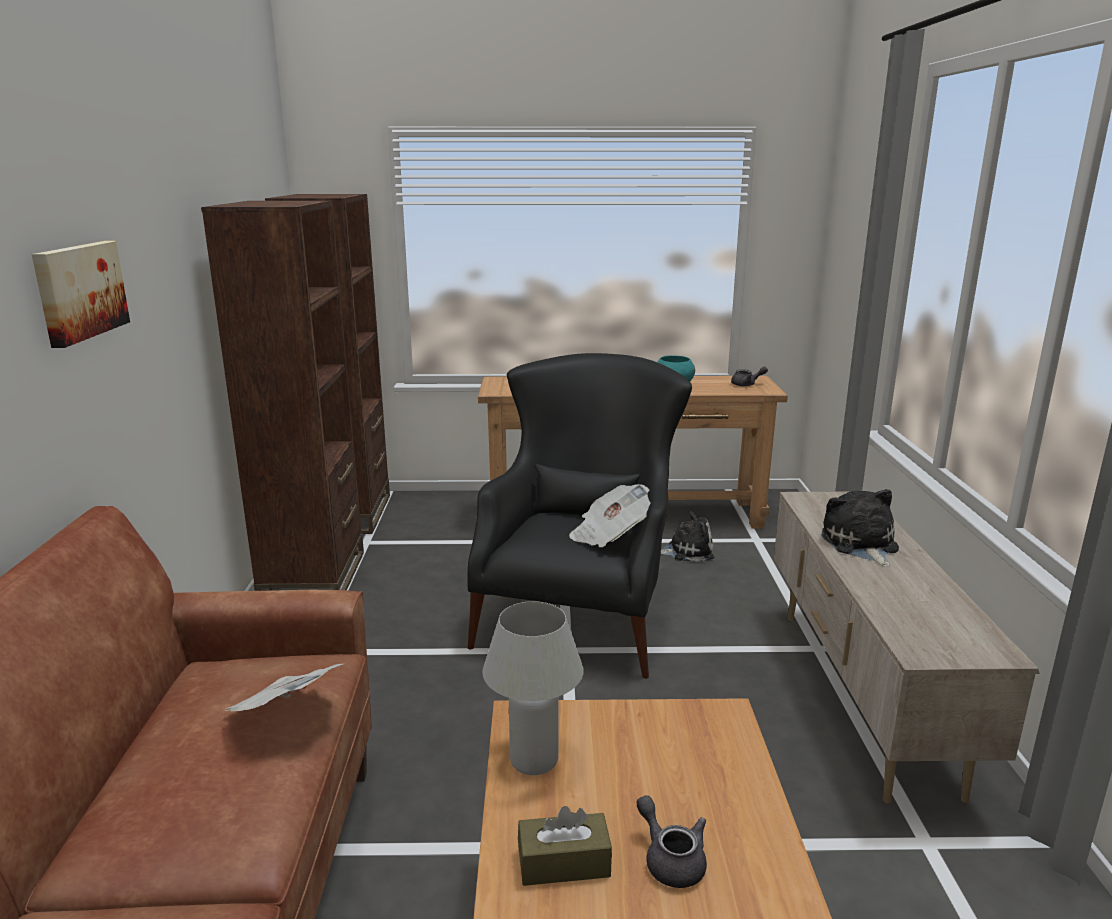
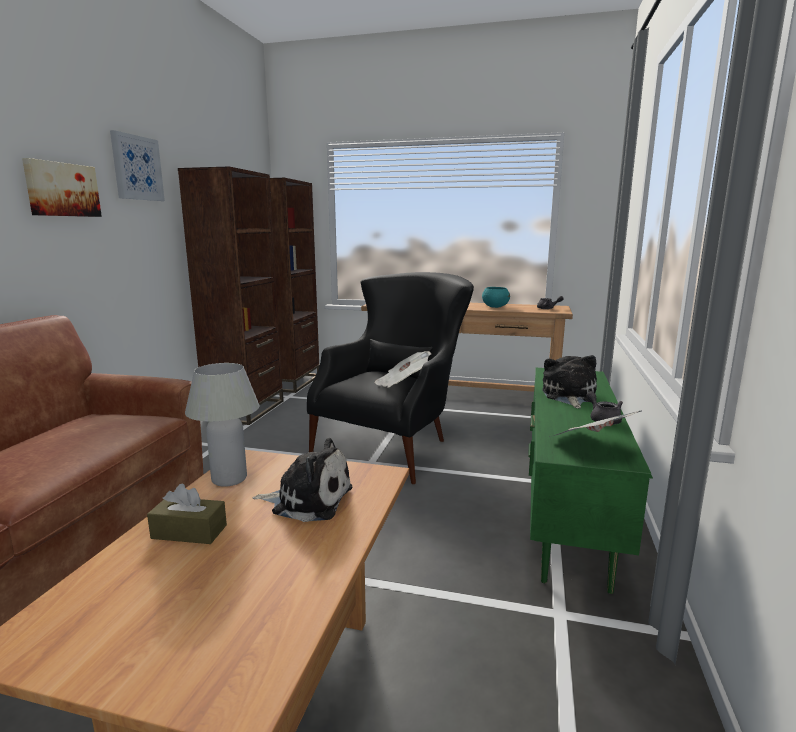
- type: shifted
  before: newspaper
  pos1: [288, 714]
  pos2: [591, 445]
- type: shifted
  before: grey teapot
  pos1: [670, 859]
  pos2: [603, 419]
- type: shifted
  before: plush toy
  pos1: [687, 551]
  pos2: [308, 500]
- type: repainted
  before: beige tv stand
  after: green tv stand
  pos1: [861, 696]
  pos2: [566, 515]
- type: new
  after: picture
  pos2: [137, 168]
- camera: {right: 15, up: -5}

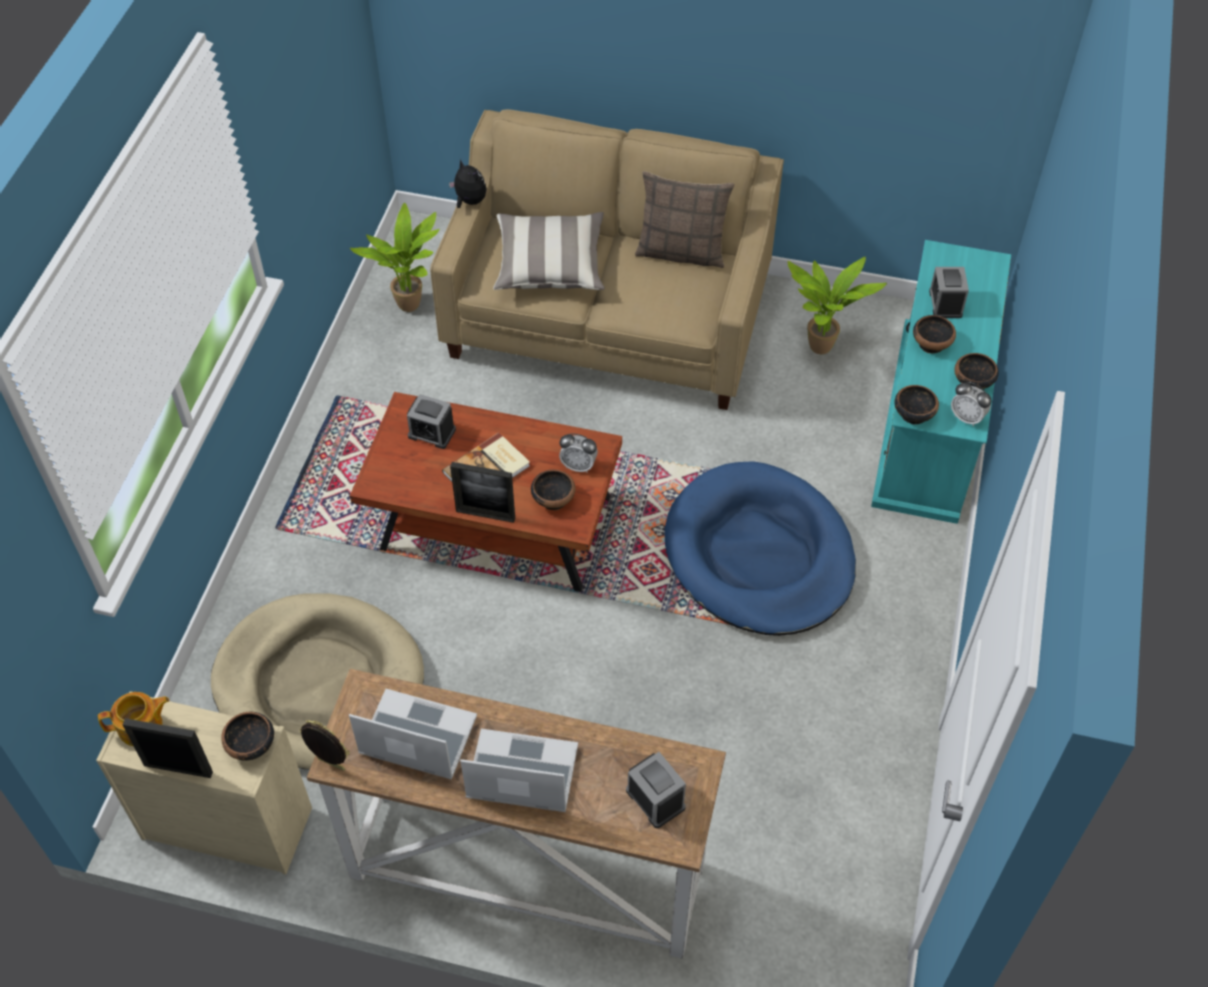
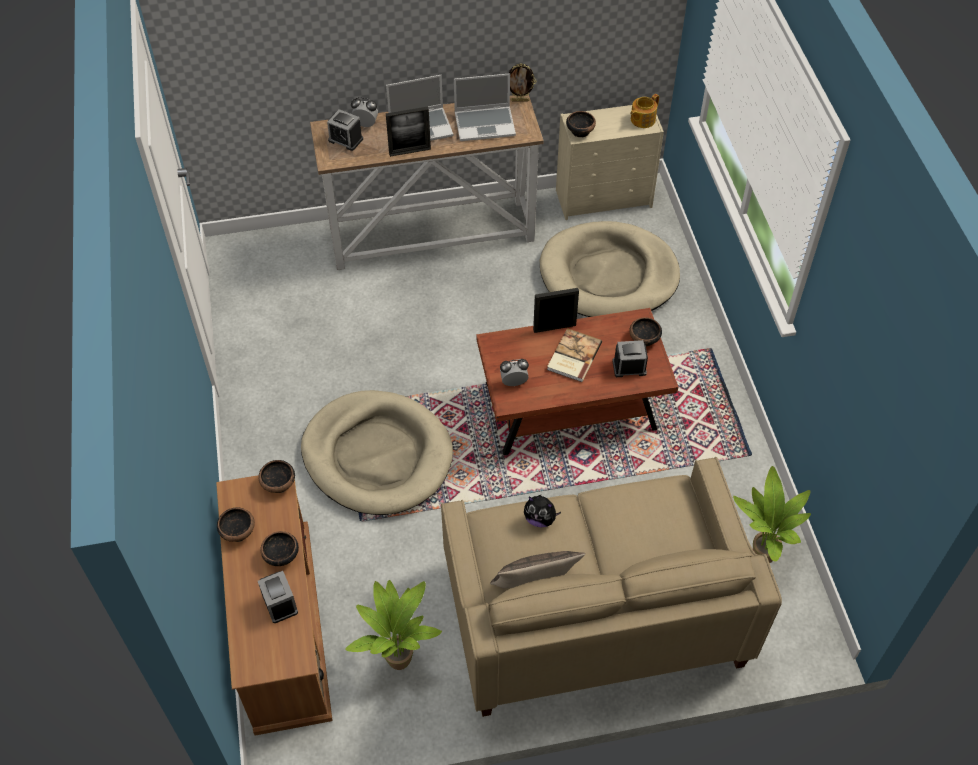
- type: shifted
  before: picture frame
  pos1: [178, 769]
  pos2: [410, 151]
- type: shifted
  before: plush toy
  pos1: [469, 201]
  pos2: [540, 519]
- type: gone
  before: pillow
  pos1: [550, 265]
- type: shifted
  before: bowl
  pos1: [553, 498]
  pos2: [644, 339]
- type: repainted
  before: blue dog bed
  after: beige dog bed
  pos1: [759, 554]
  pos2: [377, 456]
- type: repainted
  before: turquoise tv stand
  after: brown tv stand
  pos1: [931, 421]
  pos2: [281, 623]
- type: shifted
  before: alarm clock
  pos1: [967, 417]
  pos2: [365, 124]
- camera: {right: 155, up: 0}

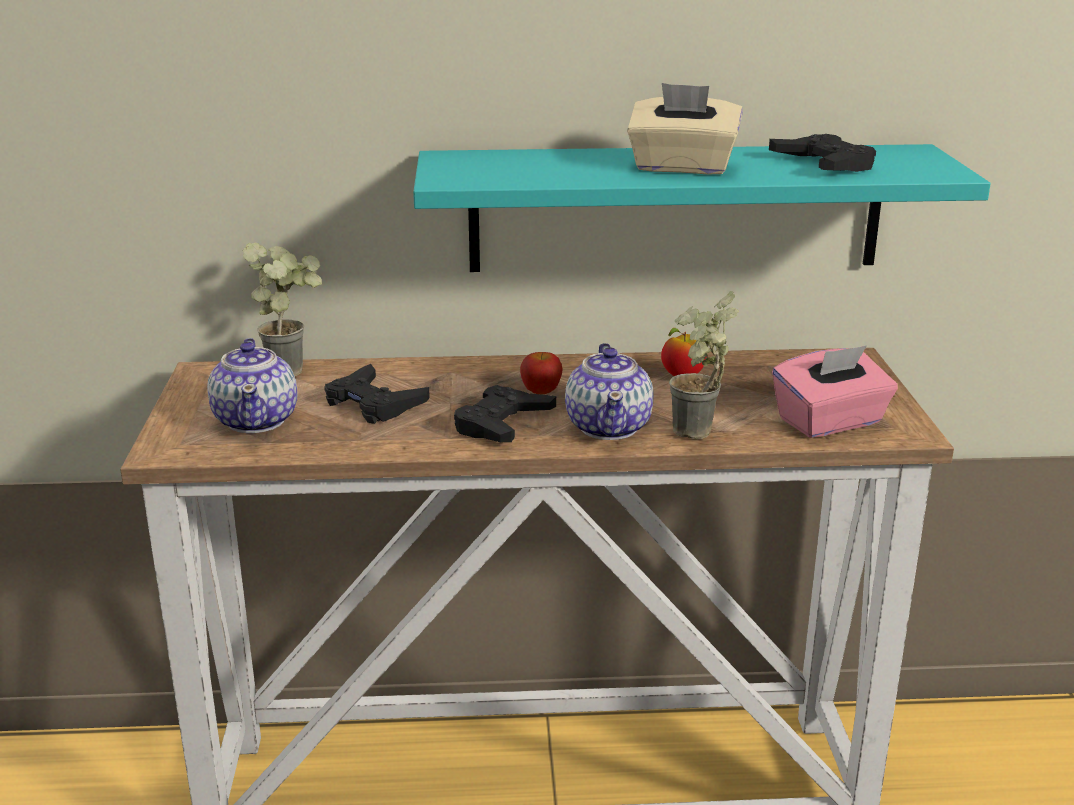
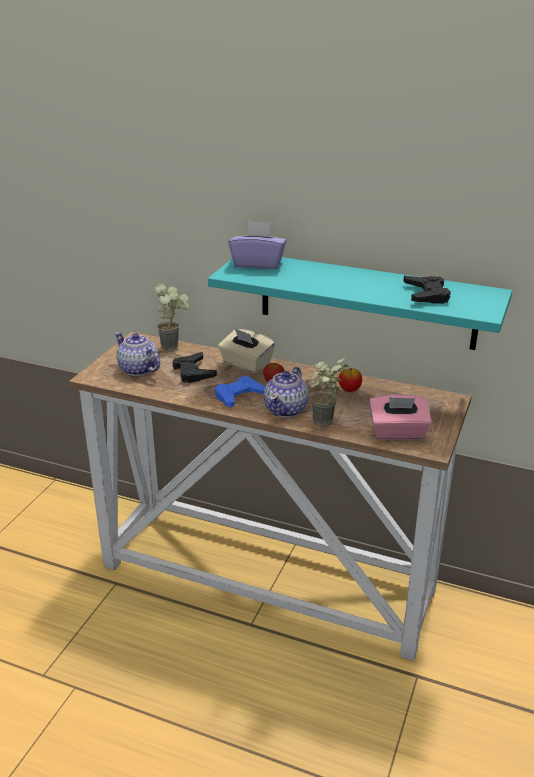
- type: rotated
  before: teapot
  pos1: [257, 420]
  pos2: [138, 369]
  turn: 120
- type: repainted
  before: black game controller
  after: blue game controller
  pos1: [502, 423]
  pos2: [239, 396]
- type: shifted
  before: beige tissue box
  pos1: [682, 167]
  pos2: [246, 364]
- type: new
  after: purple tissue box
  pos2: [258, 264]
- camera: {right: 25, up: 5}

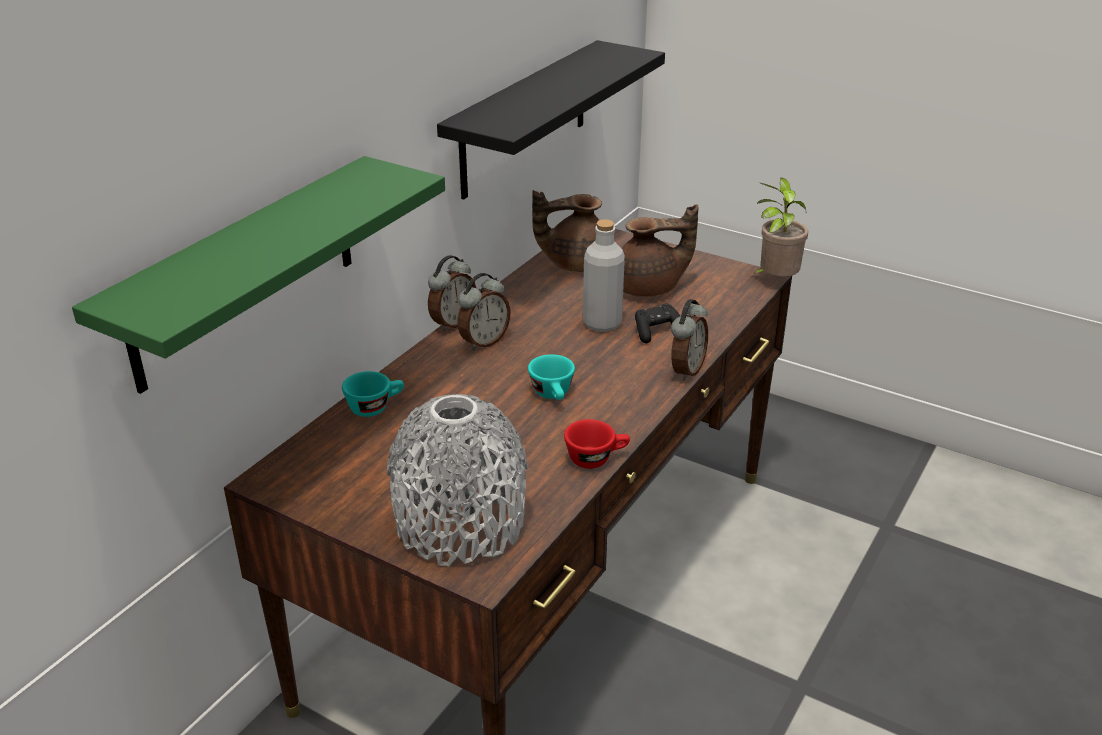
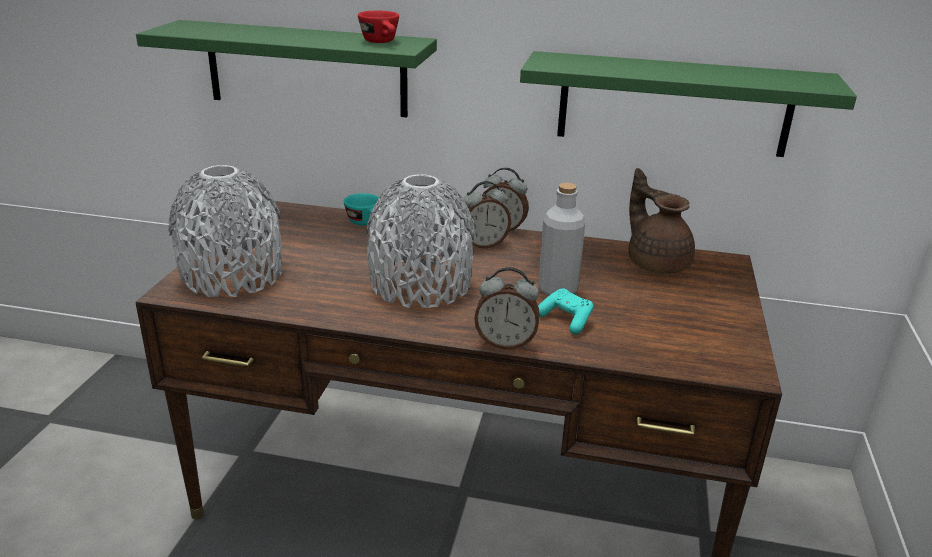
- type: repainted
  before: black shelf
  after: green shelf
  pos1: [524, 119]
  pos2: [673, 104]
- type: rotated
  before: alarm clock
  pos1: [483, 342]
  pos2: [483, 245]
  turn: -45
- type: swapped
  before: turquoise cup
  after: grey vase
  pos1: [553, 395]
  pos2: [420, 284]
- type: shifted
  before: red cup
  pos1: [596, 458]
  pos2: [382, 42]
- type: gone
  before: brown teapot
  pos1: [649, 288]
- type: repainted
  before: black game controller
  after: turquoise game controller
  pos1: [657, 332]
  pos2: [566, 320]
- type: gone
  before: potted plant
  pos1: [775, 281]
- camera: {right: 70, up: -5}

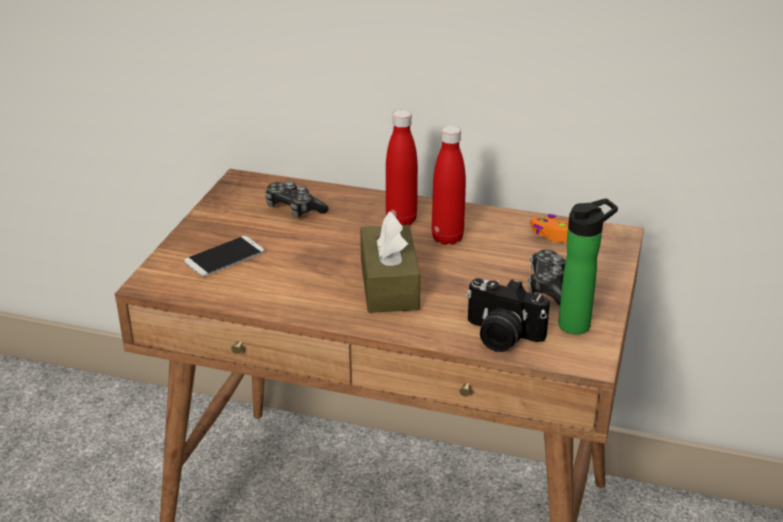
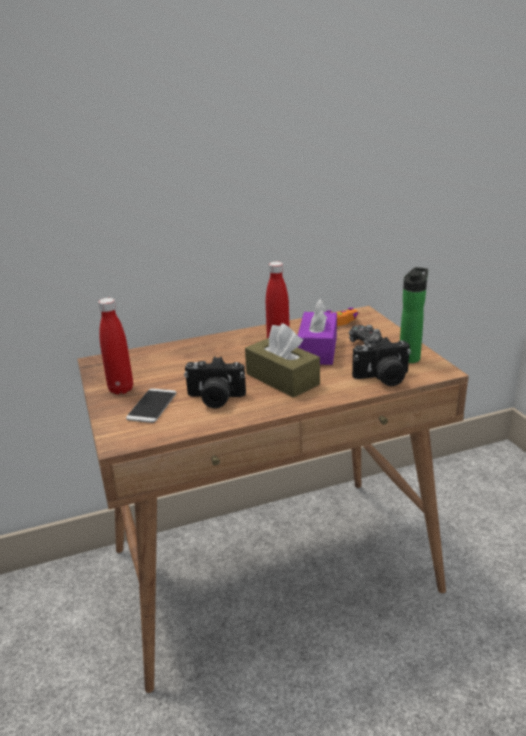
- type: gone
  before: game controller
  pos1: [294, 209]
- type: shifted
  before: red bottle
  pos1: [401, 220]
  pos2: [121, 389]
- type: new
  after: photo camera
  pos2: [215, 399]
- type: new
  after: purple tissue box
  pos2: [317, 350]
- camera: {right: -35, up: -5}

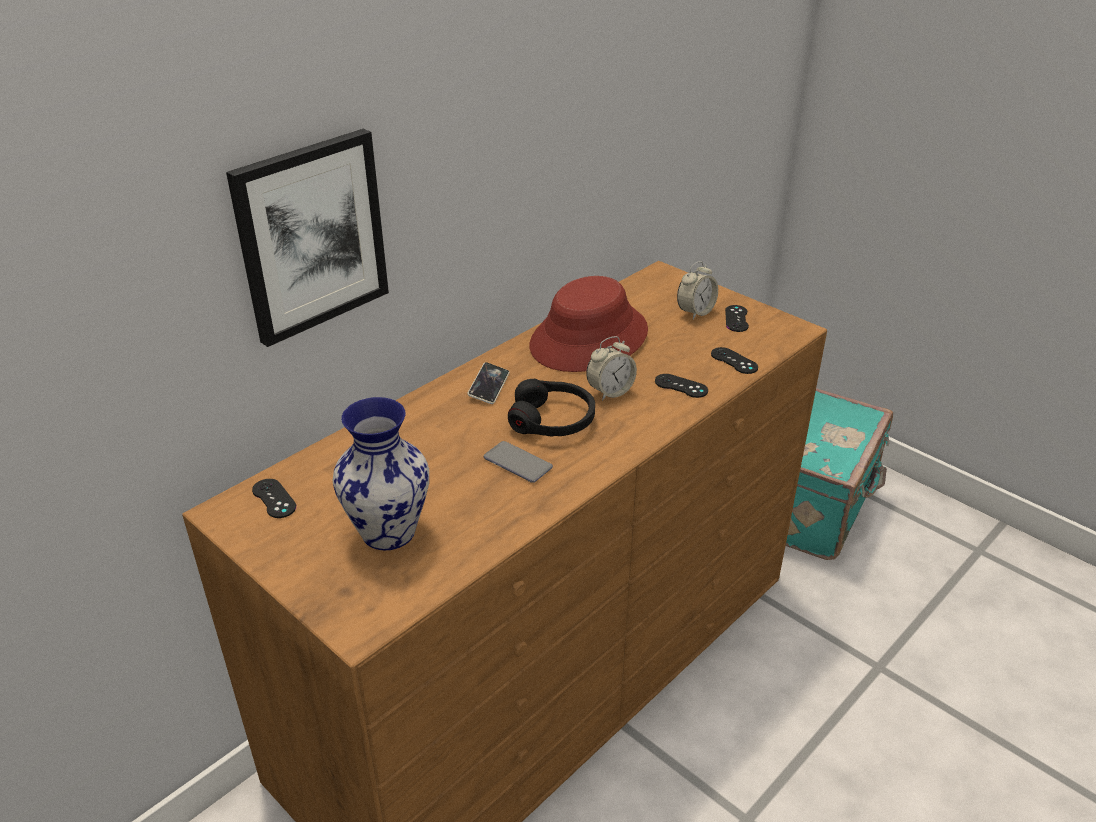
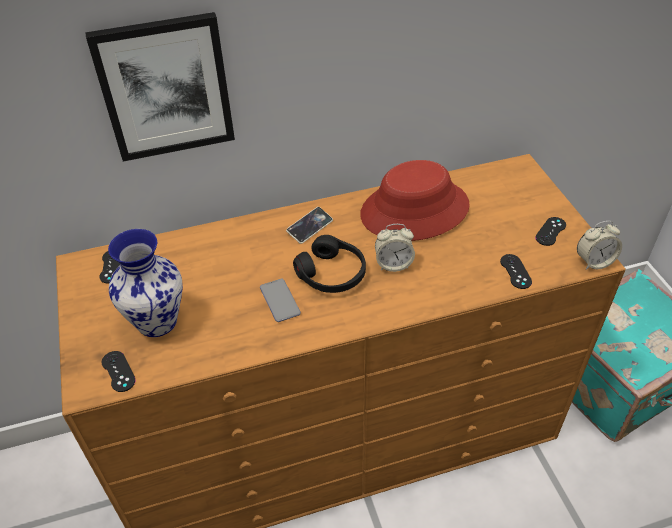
- type: shifted
  before: black game controller
  pos1: [681, 386]
  pos2: [118, 371]
- type: shifted
  before: alarm clock
  pos1: [695, 312]
  pos2: [594, 262]
- camera: {right: 30, up: 10}

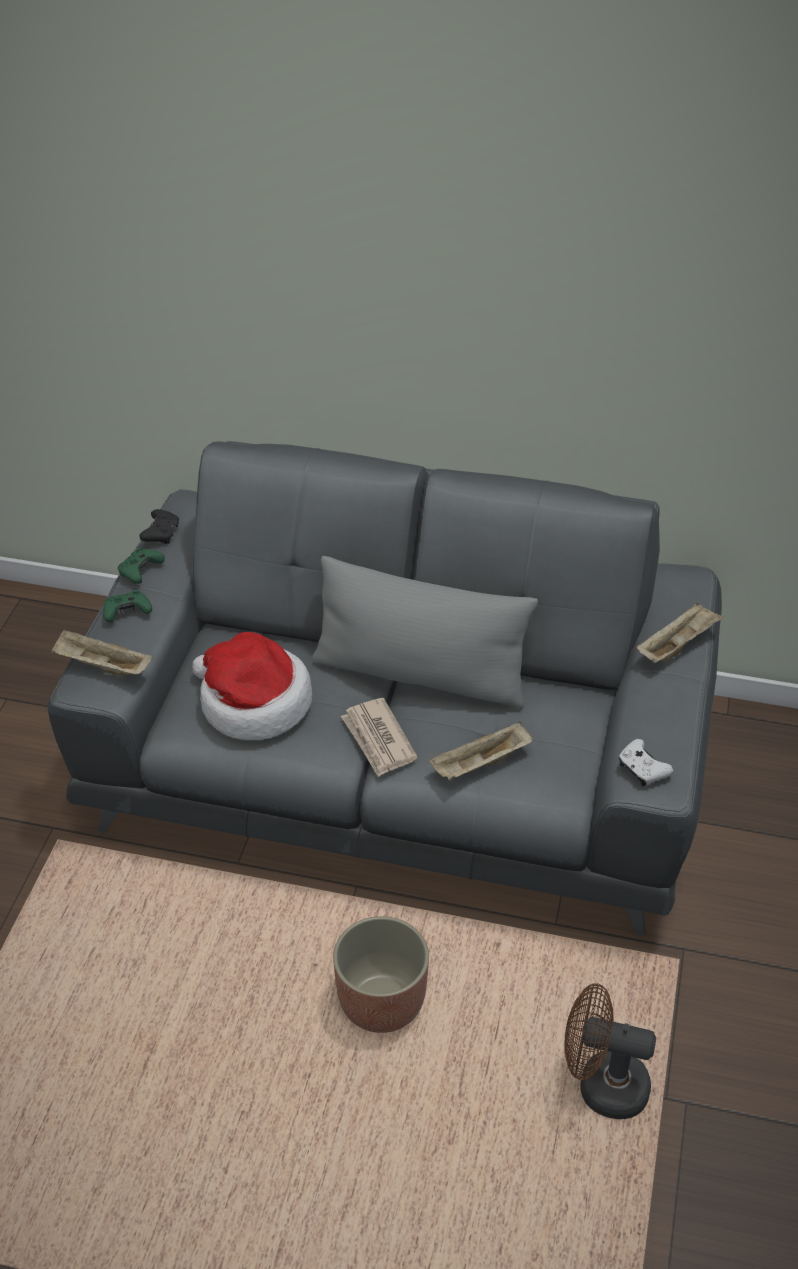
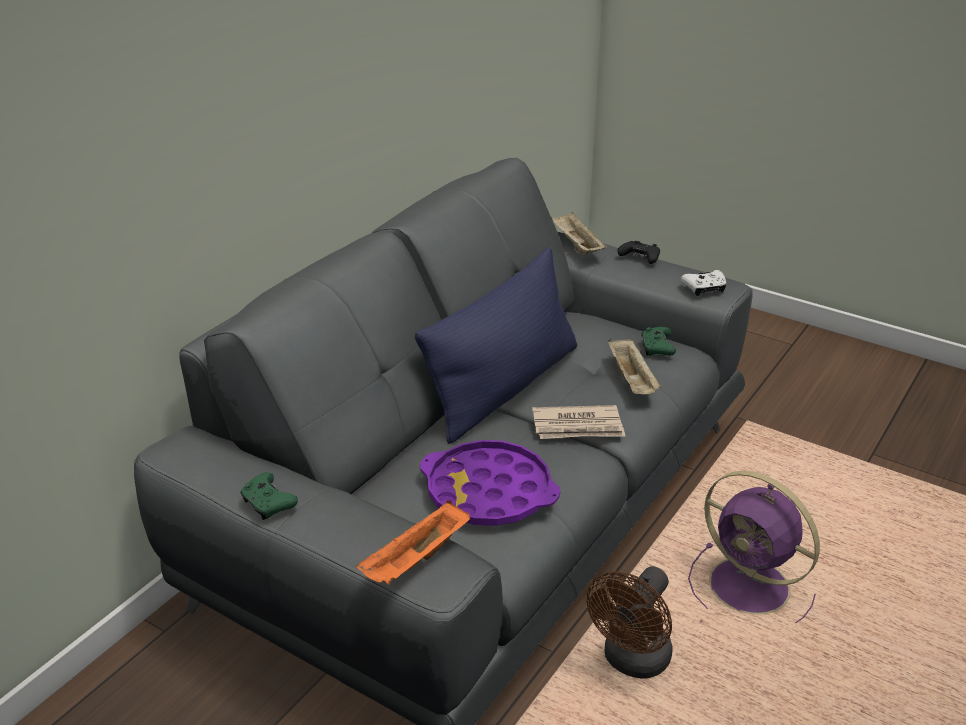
- type: repainted
  before: beige tray
  after: orange tray
  pos1: [101, 666]
  pos2: [416, 560]
- type: shifted
  before: green game controller
  pos1: [127, 612]
  pos2: [657, 348]
- type: shifted
  before: black game controller
  pos1: [161, 533]
  pos2: [640, 258]
- type: swapped
  before: hat
  after: purple tray
  pos1: [253, 703]
  pos2: [489, 492]
- type: repainted
  before: grey pillow
  after: blue pillow
  pos1: [420, 675]
  pos2: [504, 387]
- type: swapped
  before: planter
  after: purple fan
  pos1: [381, 1003]
  pos2: [752, 588]
- type: shifted
  before: brown fan
  pos1: [601, 1086]
  pos2: [632, 661]
- camera: {right: -70, up: -10}

